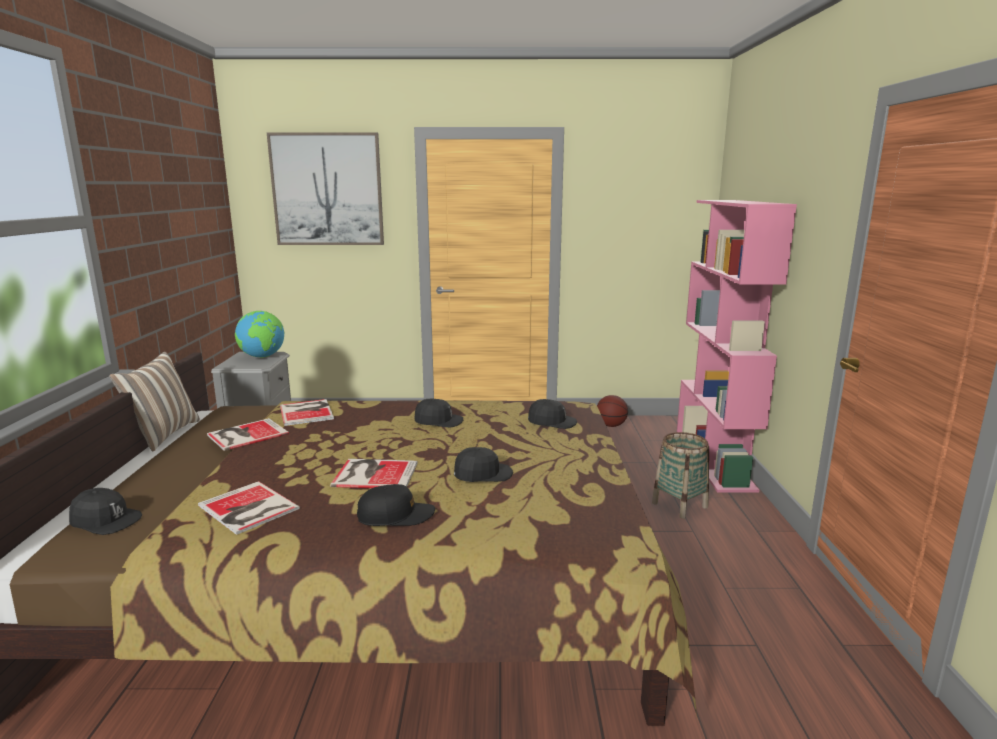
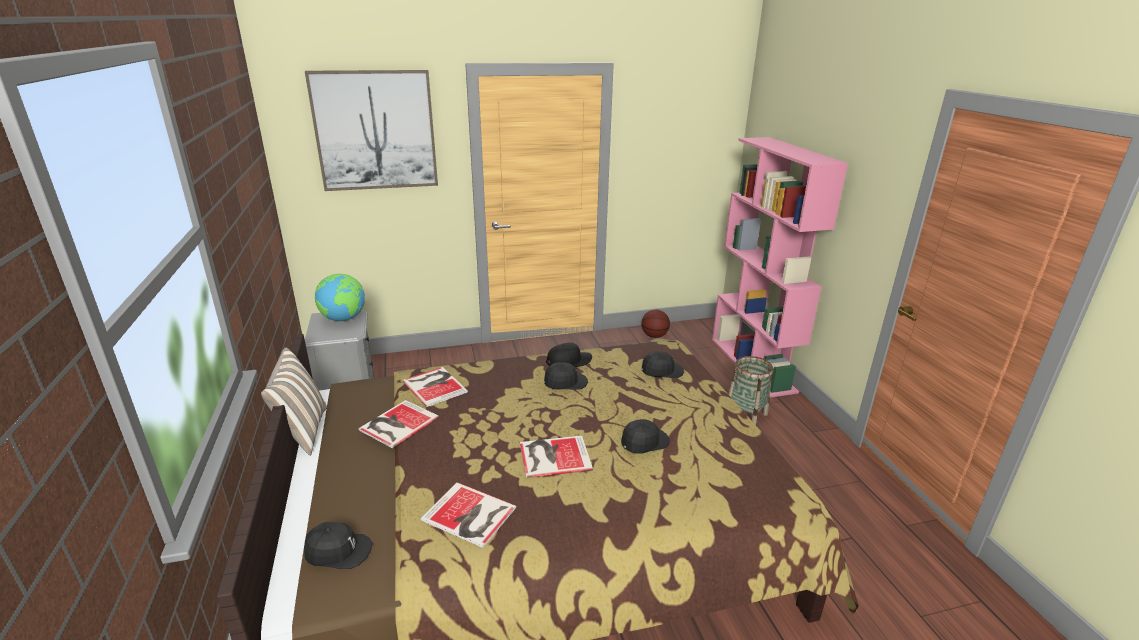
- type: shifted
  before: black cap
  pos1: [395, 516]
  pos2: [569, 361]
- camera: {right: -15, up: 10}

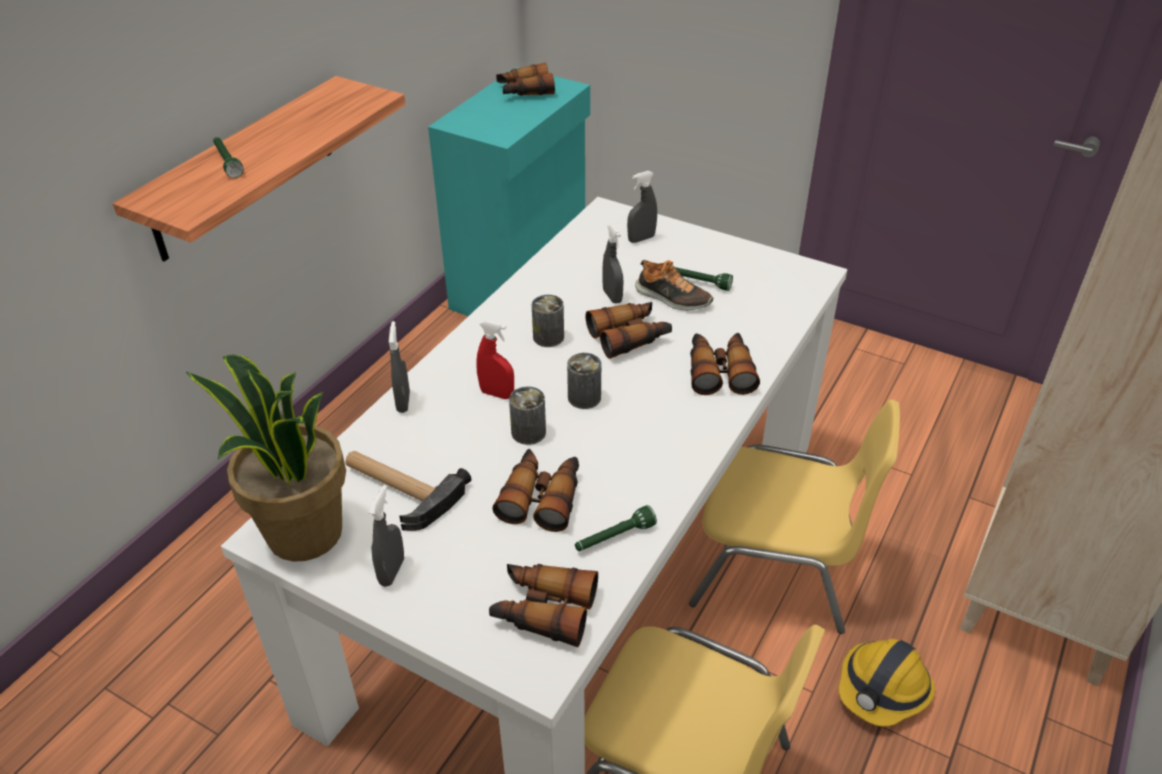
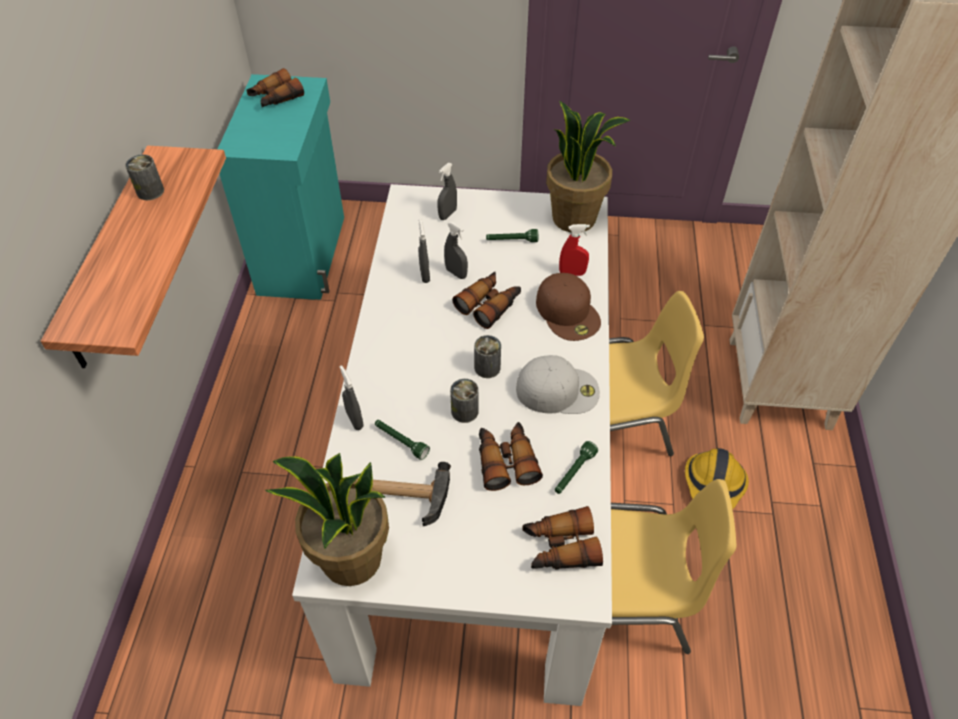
- type: shifted
  before: green flashlight
  pos1: [227, 162]
  pos2: [401, 442]
- type: shifted
  before: grey spray bottle
  pos1: [392, 571]
  pos2: [424, 275]
- type: shifted
  before: red spray bottle
  pos1: [497, 394]
  pos2: [572, 273]
- type: shifted
  before: can
  pos1: [548, 337]
  pos2: [150, 191]
- type: gone
  before: shoe
  pos1: [672, 298]
- type: swapped
  before: binoculars
  after: brown cap
  pos1: [719, 371]
  pos2: [568, 312]
- type: new
  after: white cap
  pos2: [558, 390]
- type: new
  after: potted plant
  pos2: [575, 218]
- camera: {right: -25, up: 10}

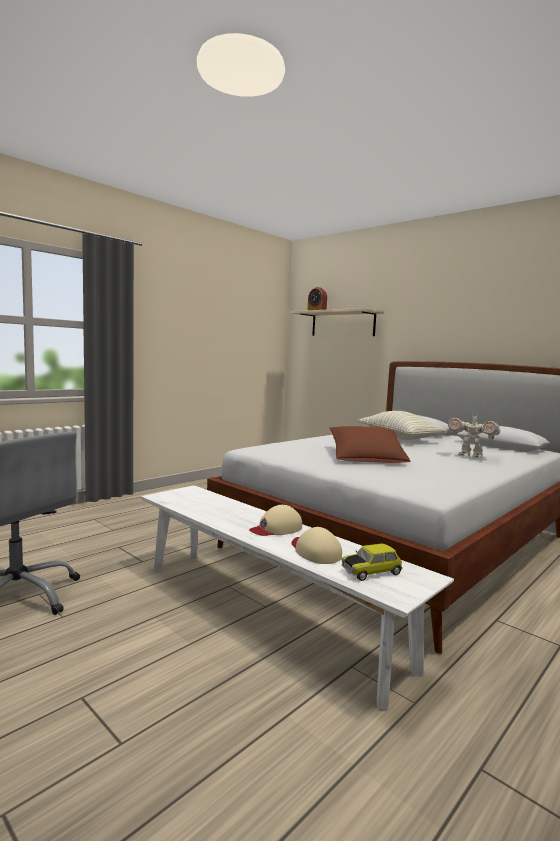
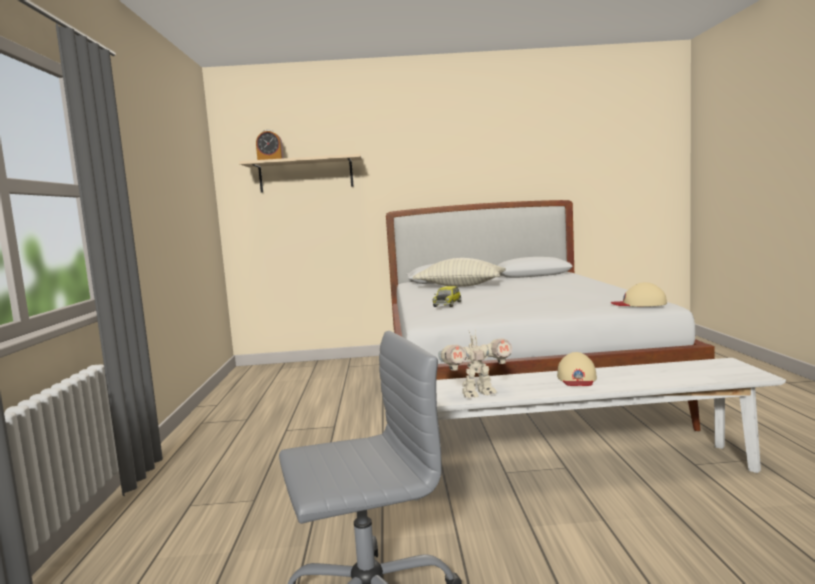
- type: shifted
  before: beige cap
  pos1: [315, 551]
  pos2: [639, 304]
- type: gone
  before: brown pillow
  pos1: [366, 457]
- type: shifted
  before: toy car
  pos1: [371, 571]
  pos2: [447, 304]
- type: shifted
  before: toy robot
  pos1: [470, 456]
  pos2: [477, 394]
- camera: {right: -45, up: 0}

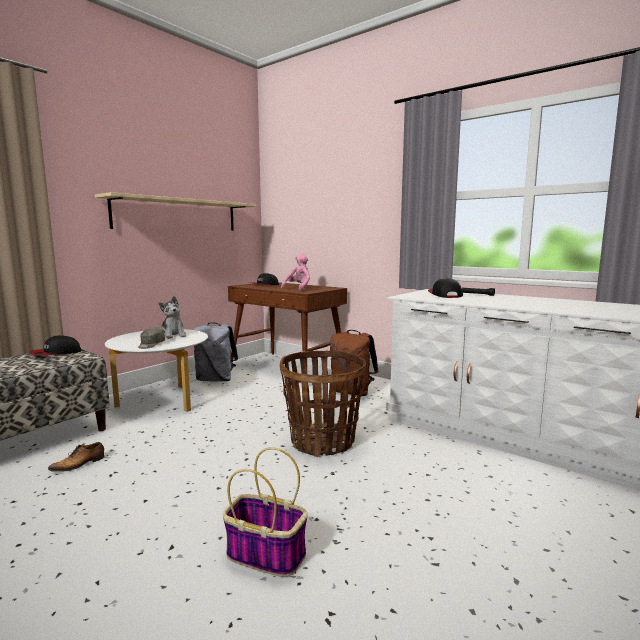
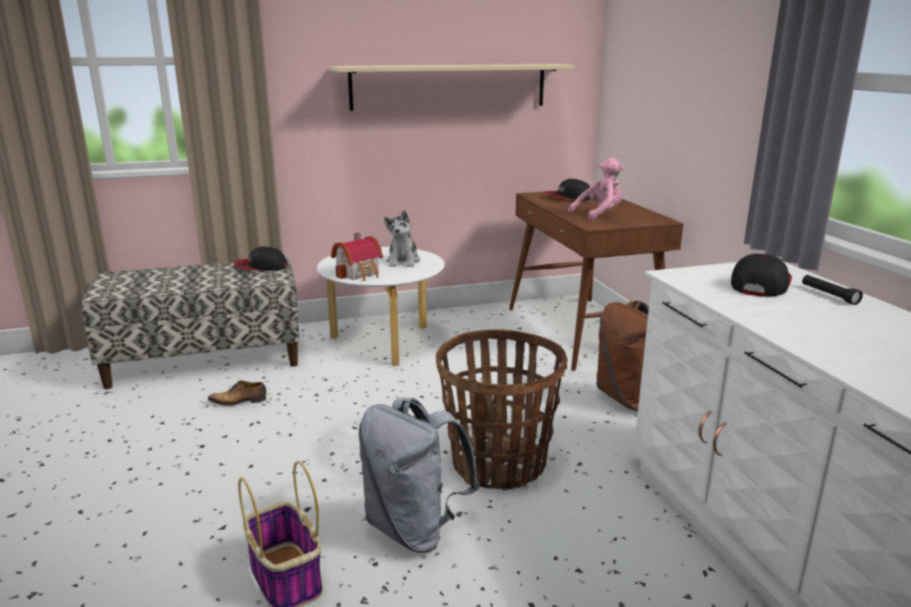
- type: swapped
  before: grey cap
  after: toy house
  pos1: [151, 345]
  pos2: [360, 273]
- type: shifted
  before: grey backpack
  pos1: [216, 380]
  pos2: [414, 529]
- camera: {right: 35, up: 10}

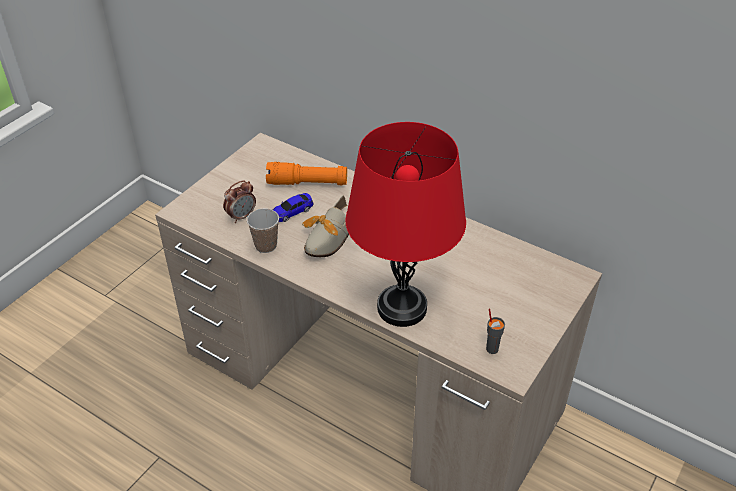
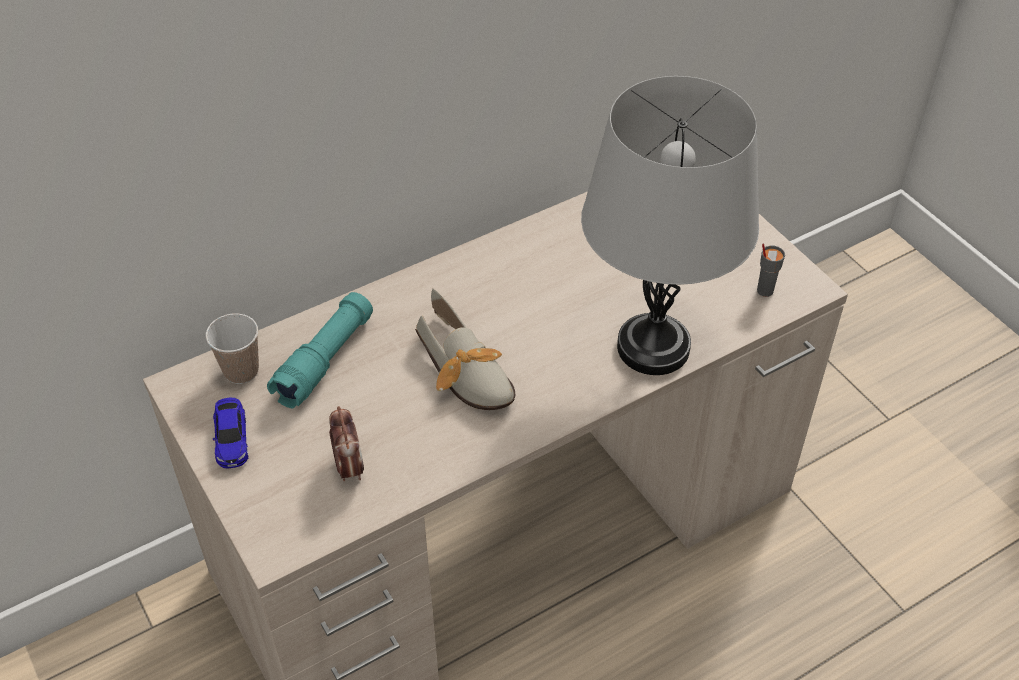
- type: shifted
  before: cup
  pos1: [266, 246]
  pos2: [241, 371]
- type: repainted
  before: orange flashlight
  after: turquoise flashlight
  pos1: [307, 183]
  pos2: [325, 360]
- type: shifted
  before: toy car
  pos1: [292, 212]
  pos2: [231, 439]
- type: repainted
  before: red table lamp
  after: grey table lamp
  pos1: [402, 308]
  pos2: [653, 347]
- camera: {right: -65, up: 5}

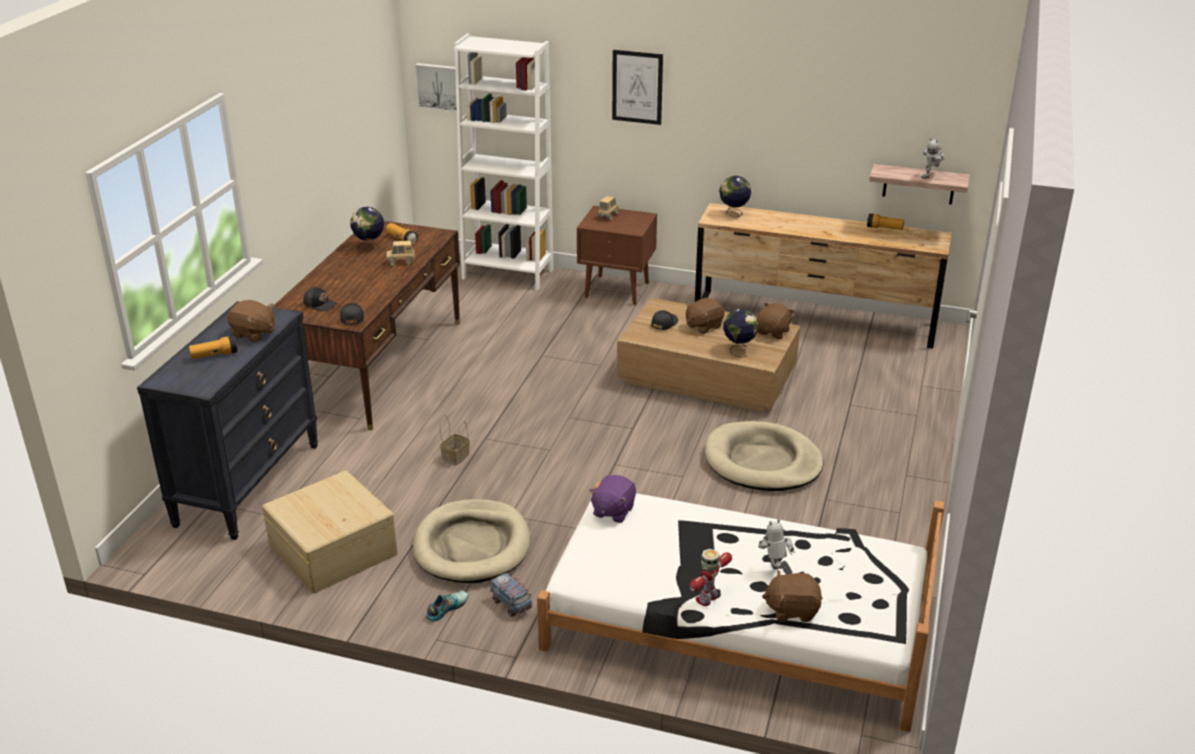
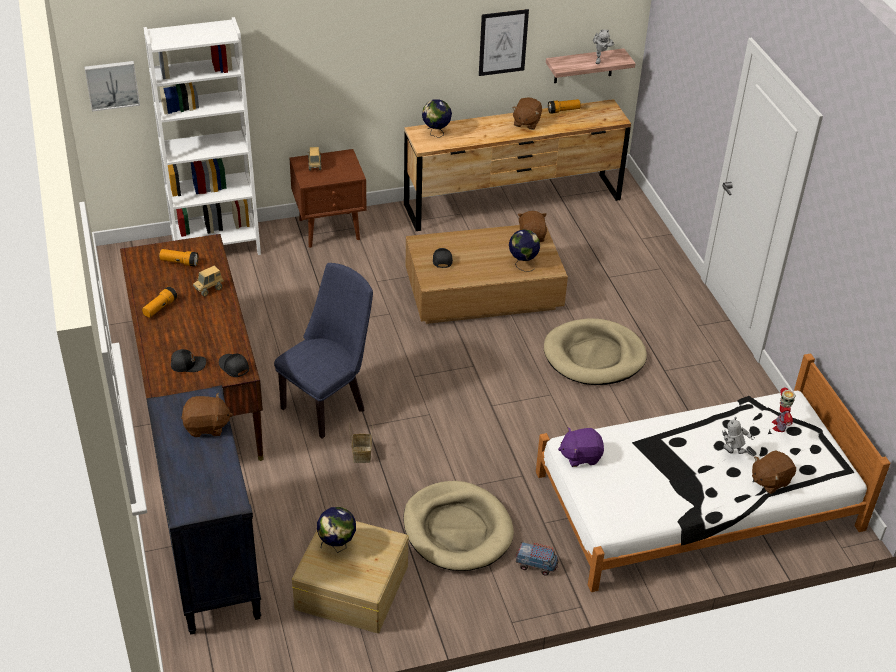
- type: shifted
  before: flashlight
  pos1: [214, 355]
  pos2: [160, 308]
- type: shifted
  before: globe
  pos1: [369, 247]
  pos2: [337, 546]
- type: gone
  before: shoe
  pos1: [446, 608]
- type: rotated
  before: purple plush toy
  pos1: [613, 511]
  pos2: [580, 456]
  turn: 90
- type: shifted
  before: picture
  pos1: [637, 87]
  pos2: [503, 42]
- type: shifted
  before: brown plush toy
  pos1: [703, 326]
  pos2: [526, 123]
- type: shifted
  before: toy robot
  pos1: [707, 598]
  pos2: [779, 425]
- type: new
  after: blue chair
  pos2: [327, 405]
- camera: {right: -35, up: 10}

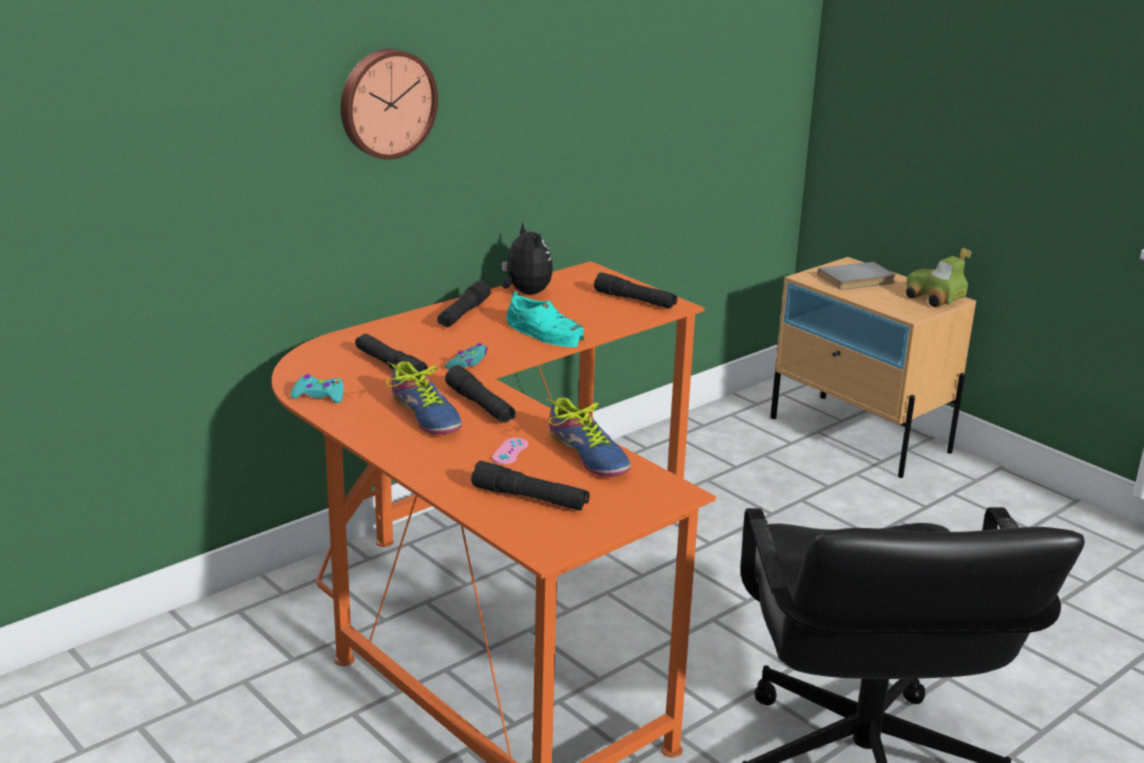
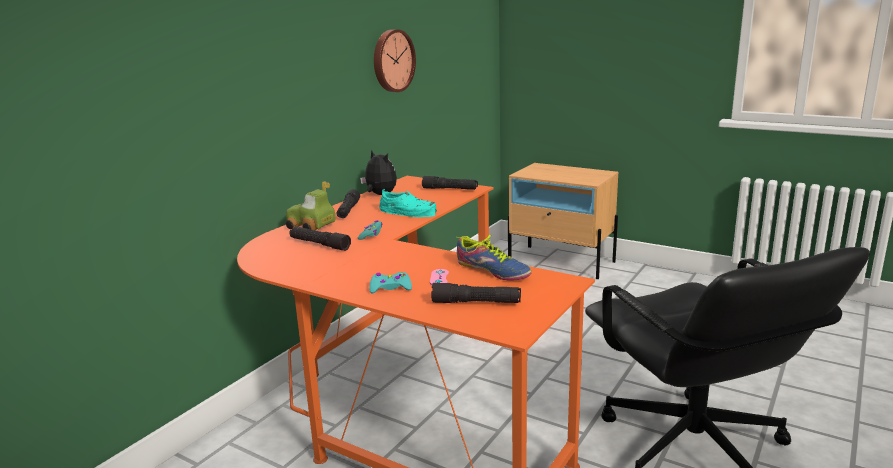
- type: shifted
  before: turquoise game controller
  pos1: [319, 396]
  pos2: [390, 288]
- type: shifted
  before: wall clock
  pos1: [386, 103]
  pos2: [392, 61]
- type: gone
  before: shoe
  pos1: [426, 415]
- type: gone
  before: black flashlight
  pos1: [480, 405]
- type: gone
  before: grey book
  pos1: [857, 280]
- type: shifted
  before: toy car
  pos1: [934, 299]
  pos2: [310, 226]
- camera: {right: -15, up: -5}

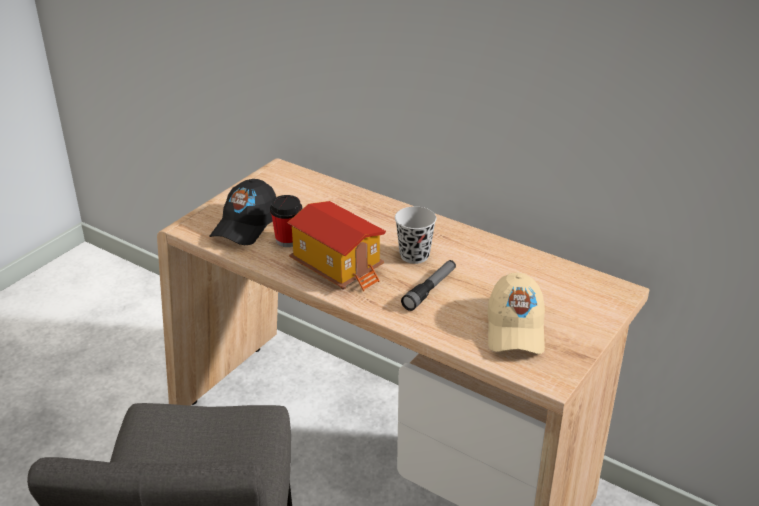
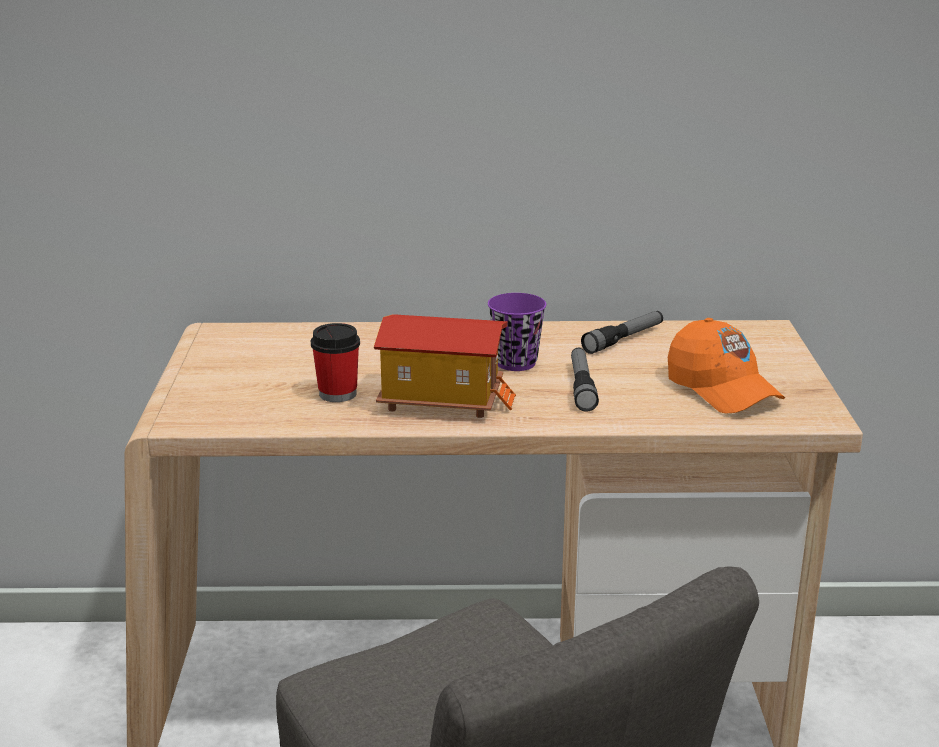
- type: gone
  before: black cap
  pos1: [245, 226]
- type: repainted
  before: black cup
  after: purple cup
  pos1: [414, 255]
  pos2: [515, 363]
- type: repainted
  before: beige cap
  after: orange cap
  pos1: [515, 329]
  pos2: [722, 390]
- type: new
  after: flashlight
  pos2: [623, 339]
- camera: {right: -35, up: -10}

